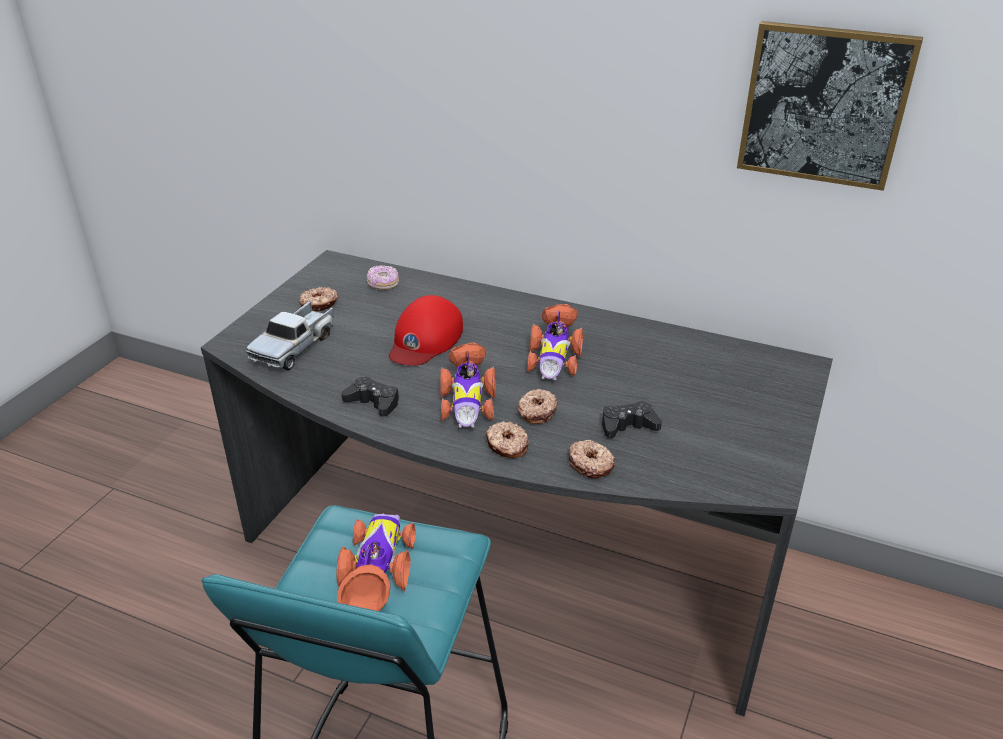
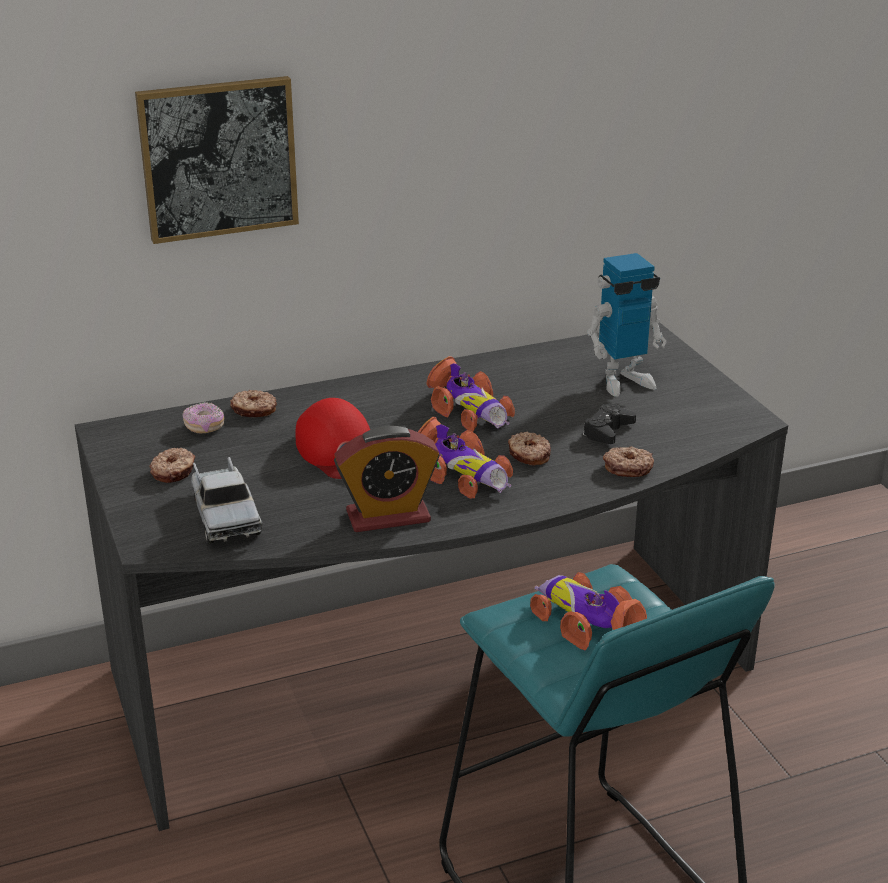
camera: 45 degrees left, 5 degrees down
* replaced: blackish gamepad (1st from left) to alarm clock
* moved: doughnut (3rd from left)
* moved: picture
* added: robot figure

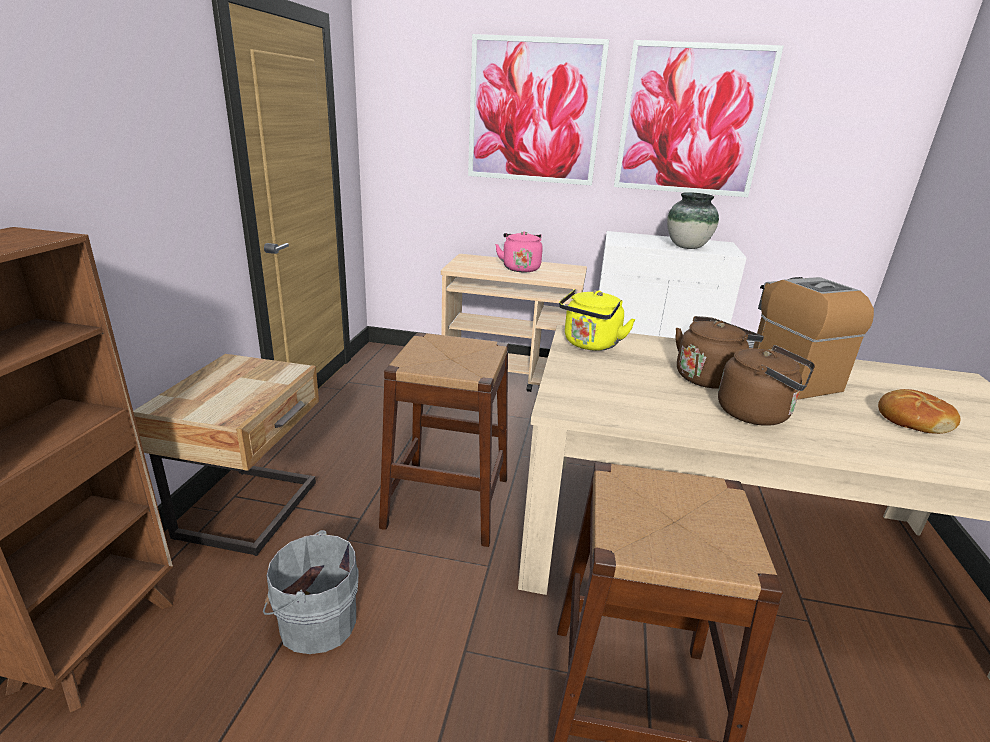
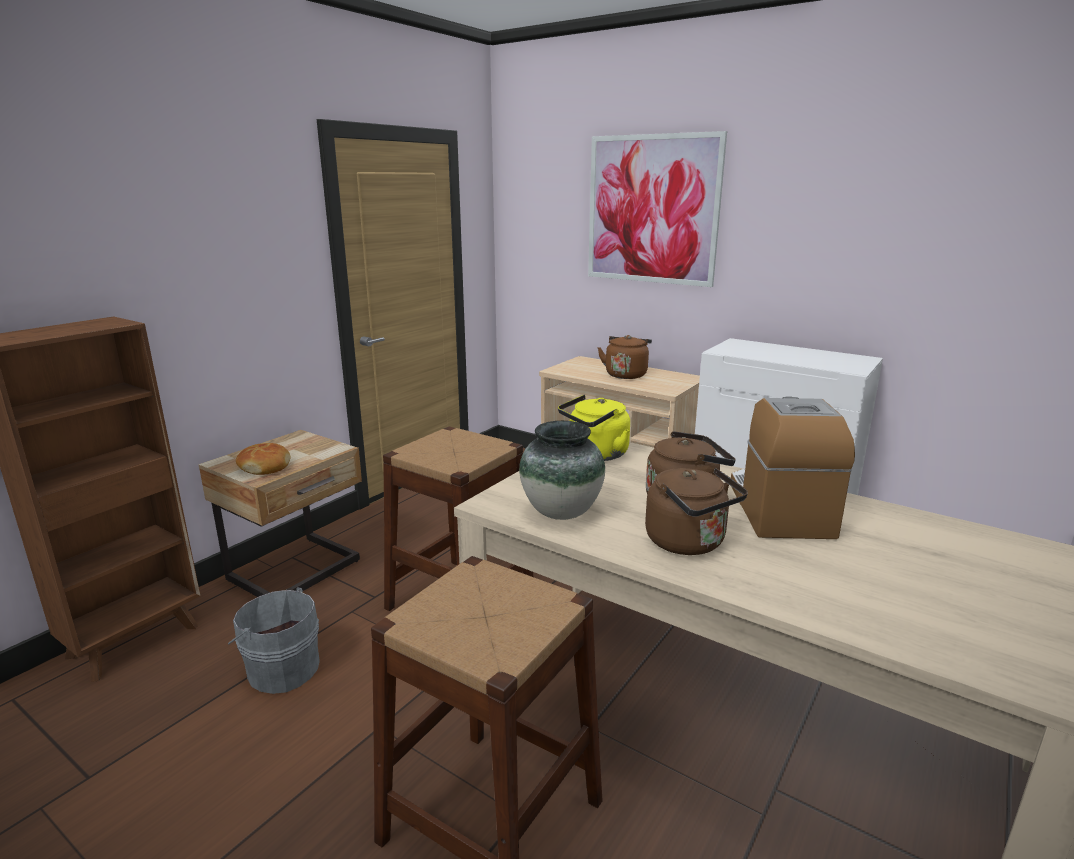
camera: 25 degrees right, 5 degrees down
* recoloured: pink water kettle to brown water kettle (1st from left)
* removed: picture (2nd from left)
* moved: decorative vase
* moved: bread

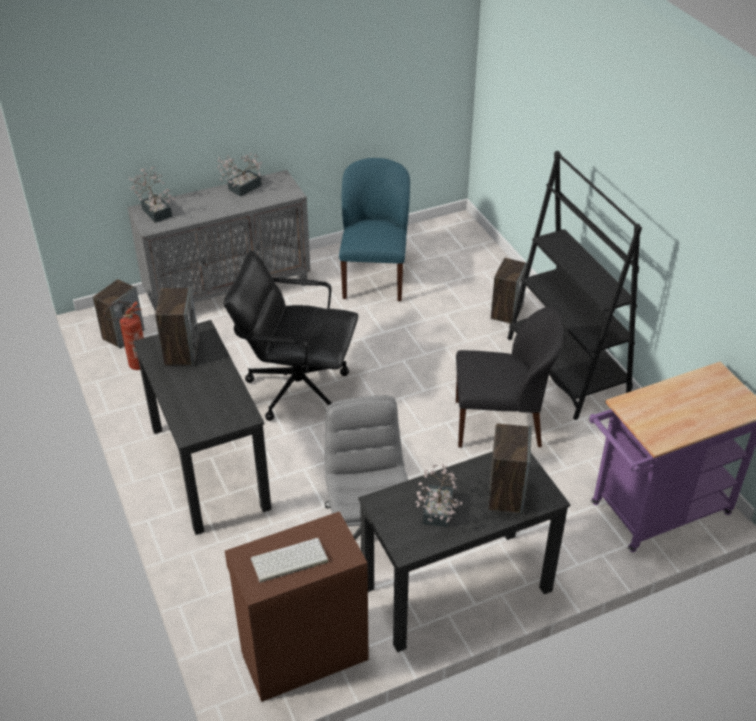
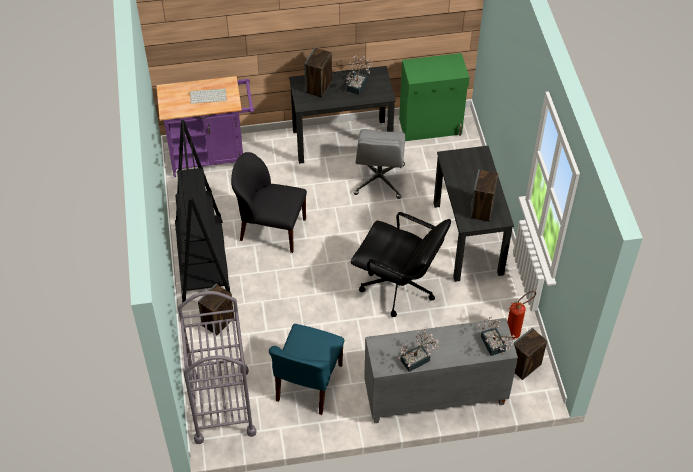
camera: 165 degrees left, 10 degrees up
* recoloured: brown cupboard to green cupboard
* moved: computer keyboard
* added: greyish trolley

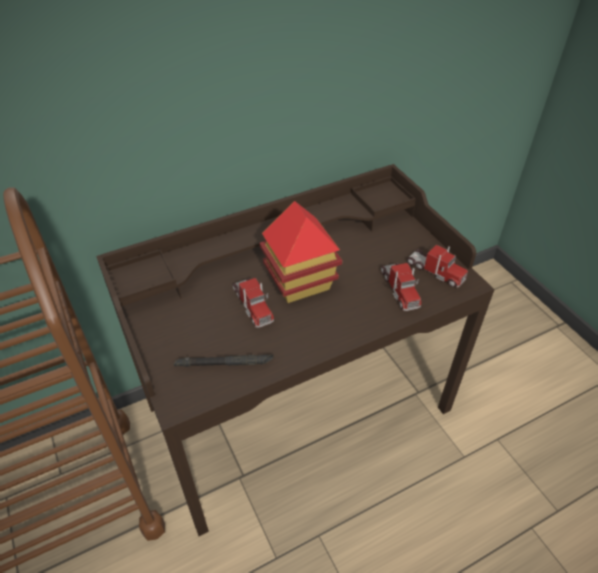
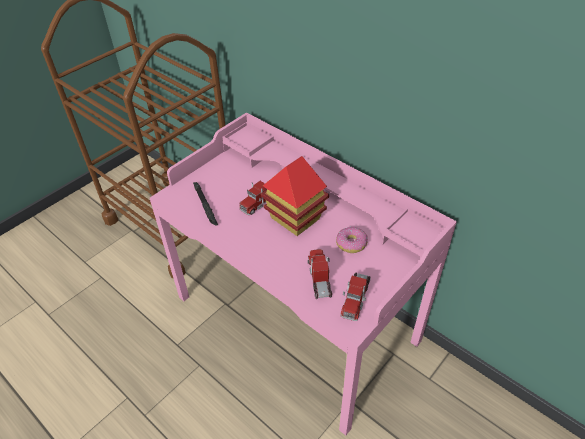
camera: 70 degrees right, 0 degrees up
* recoloured: brown desk table to pink desk table
* turned: toy lorry (2nd from left) 120 degrees clockwise
* added: doughnut

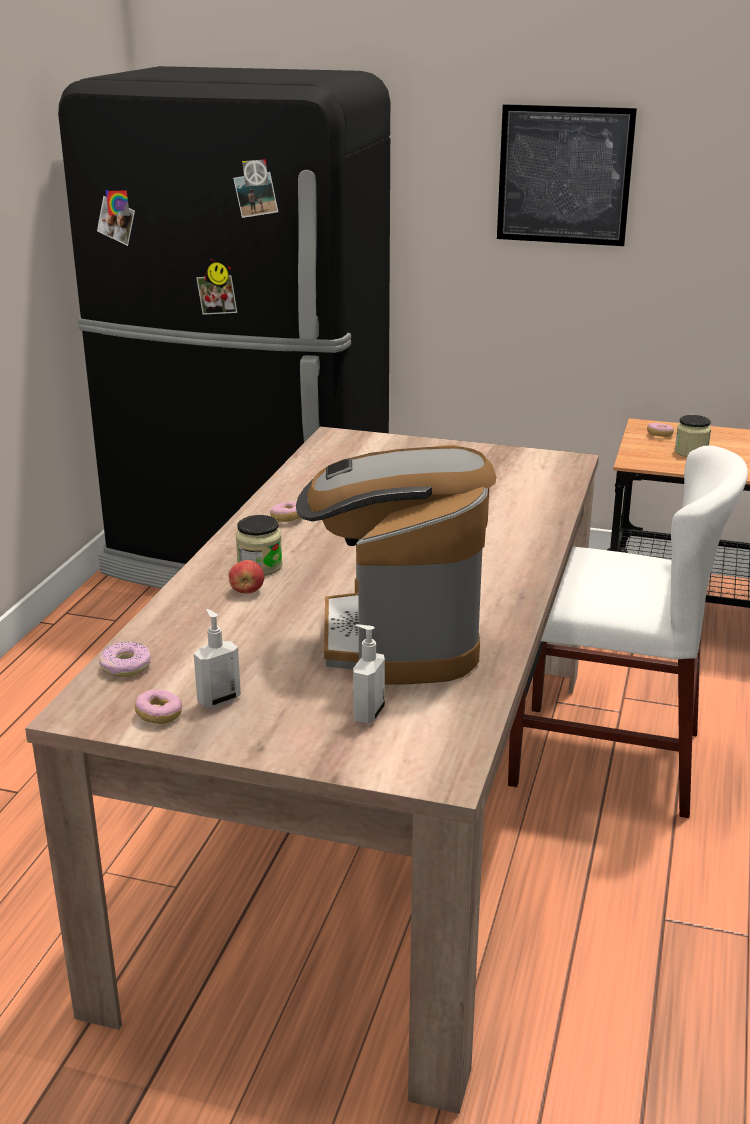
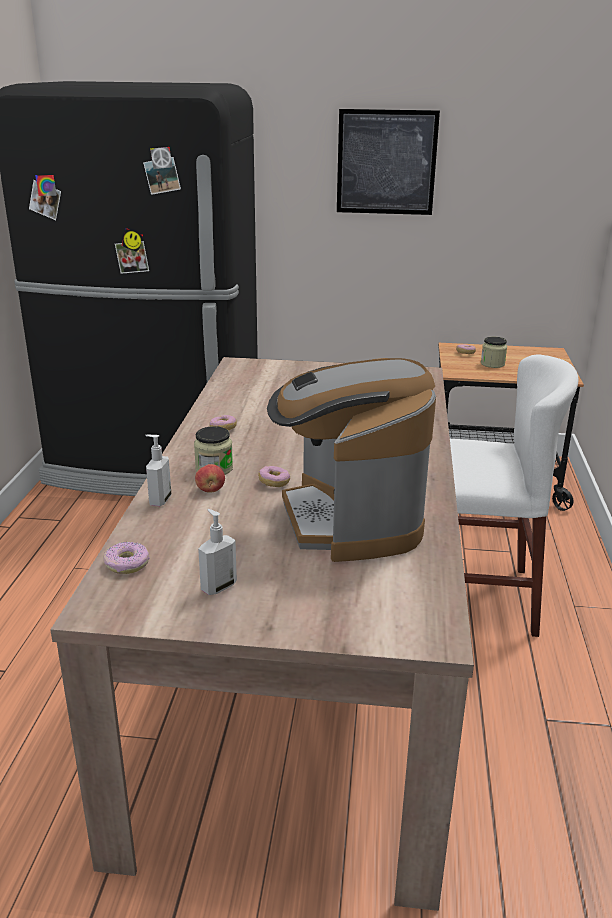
camera: 10 degrees left, 0 degrees up
* moved: doughnut (2nd from left in the first image) to doughnut (3rd from left)
* moved: soap dispenser (2nd from left in the first image) to soap dispenser (1st from left)

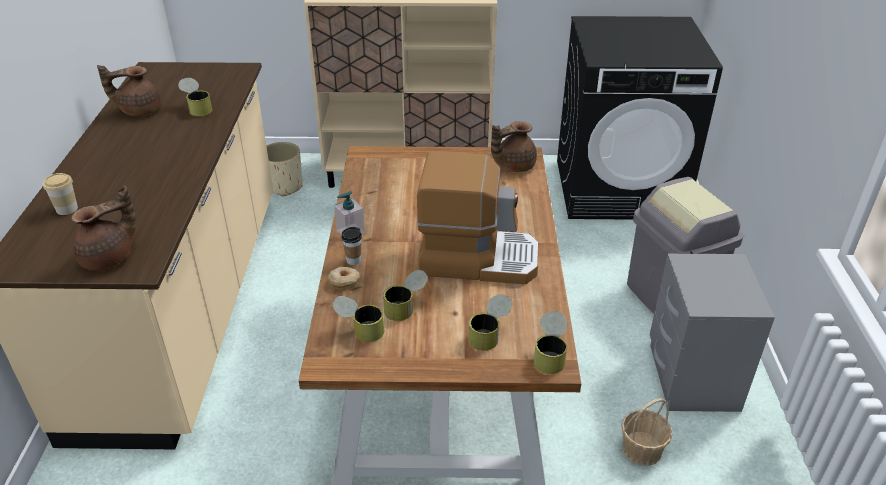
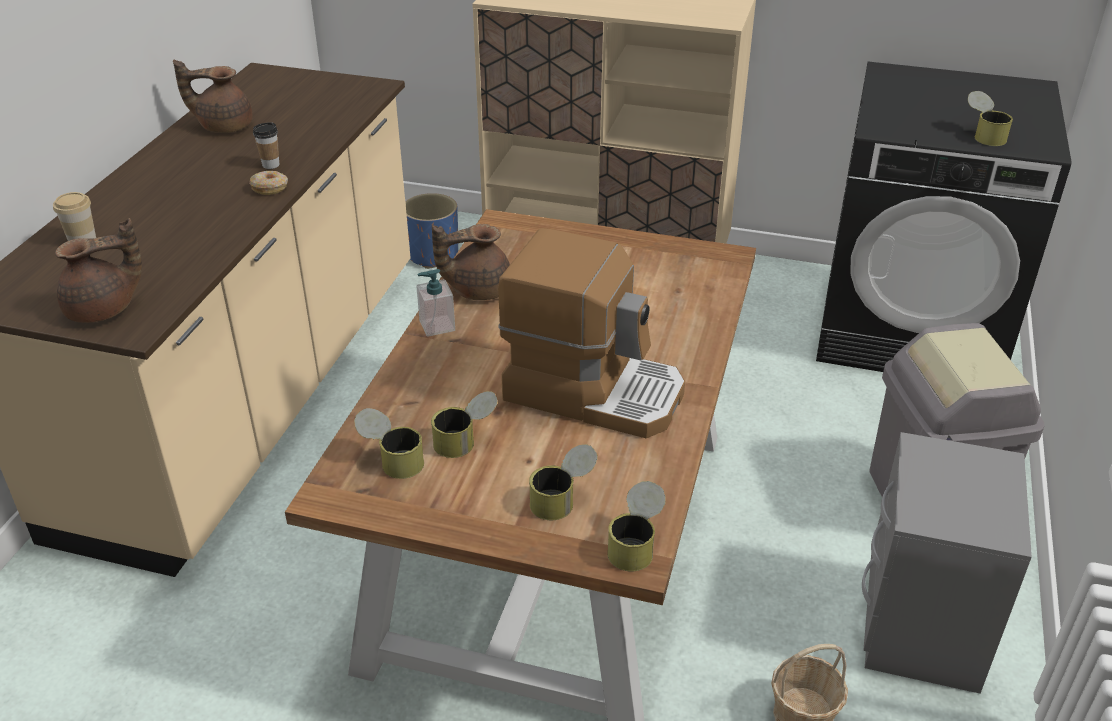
camera: 15 degrees right, 0 degrees up
* moved: metal can (1st from left in the first image) to metal can (5th from left)
* recoloured: beige planter to blue-coloured planter
* moved: doughnut
* moved: small cup (2nd from left)
* moved: brown tea pot (3rd from left)

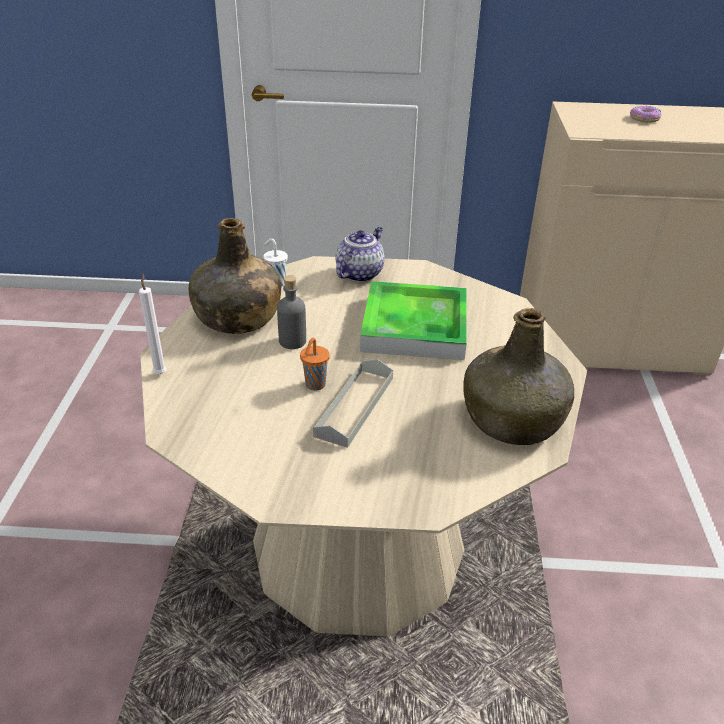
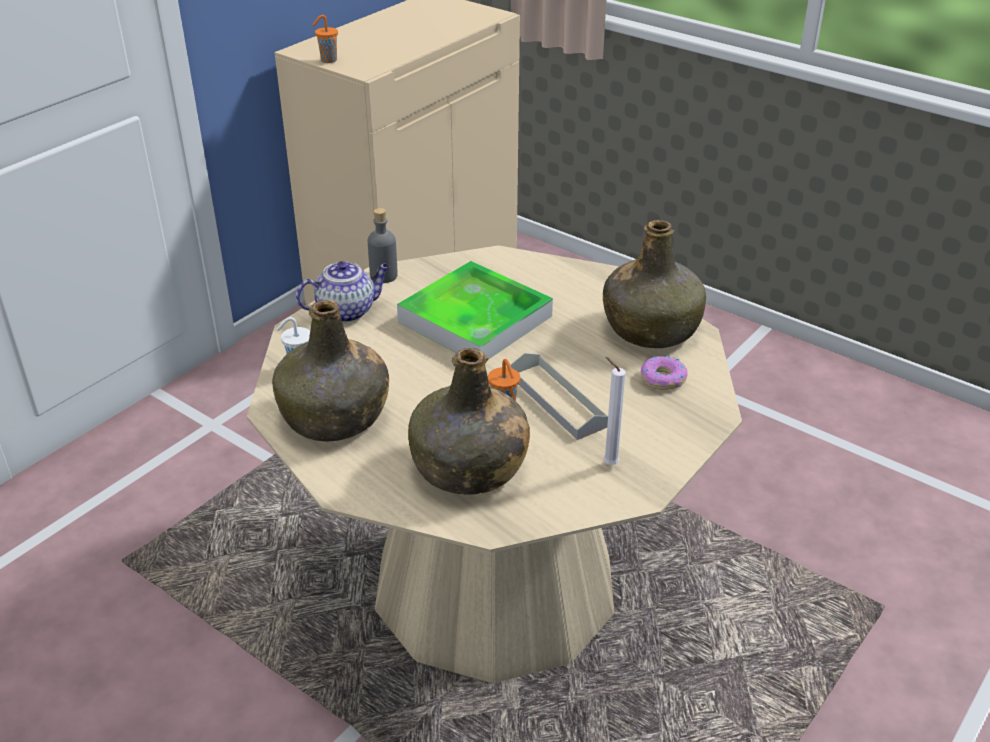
camera: 55 degrees left, 0 degrees up
* moved: whitish wax light
* moved: greyish bottle
* turned: tea pot 90 degrees clockwise
* moved: doughnut
* added: orange small cup (1st from left)
* added: green bottle (2nd from left)

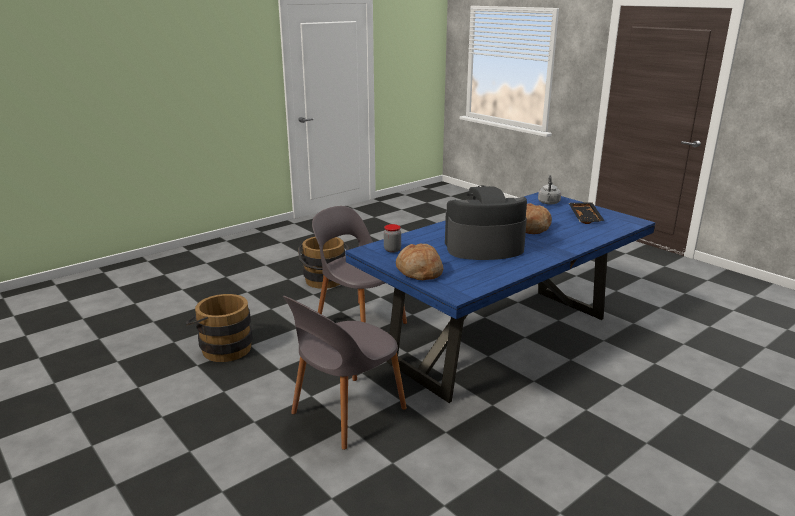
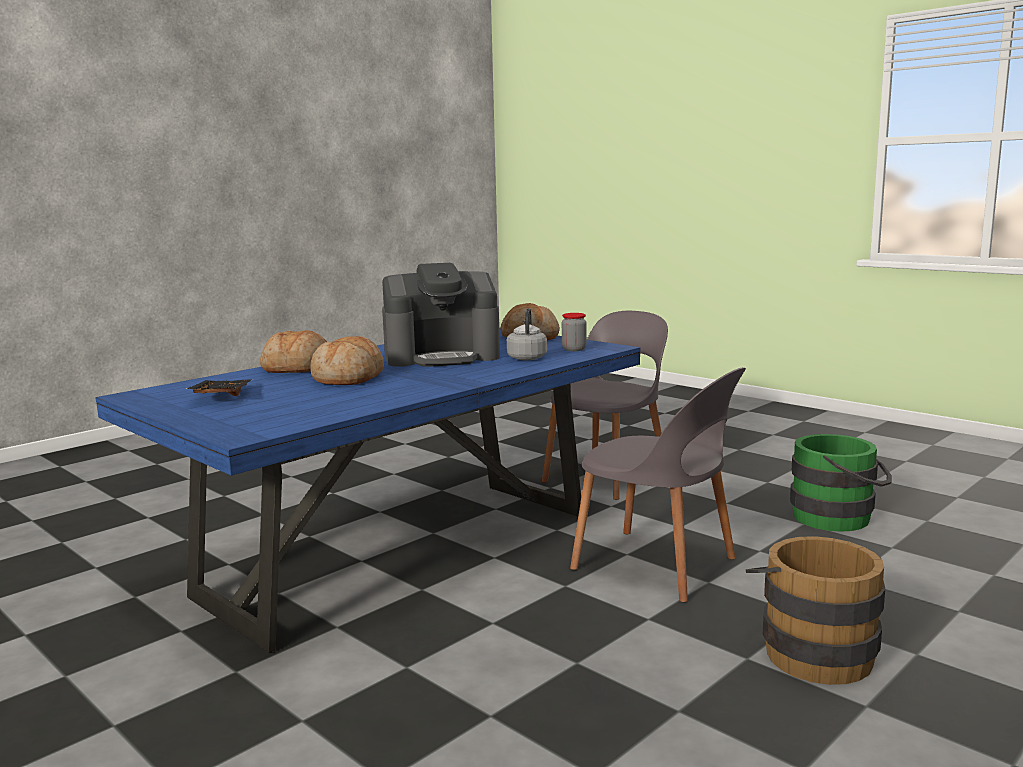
camera: 175 degrees right, 10 degrees down
* recoloured: brown pail (1st from left) to green pail
* moved: greyish water kettle
* added: bread (1st from left)

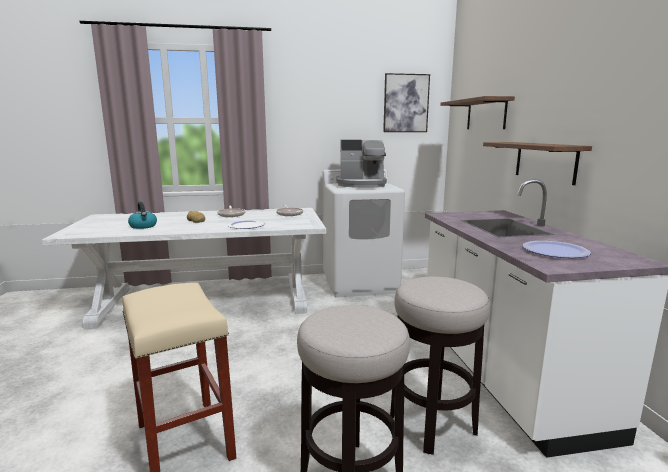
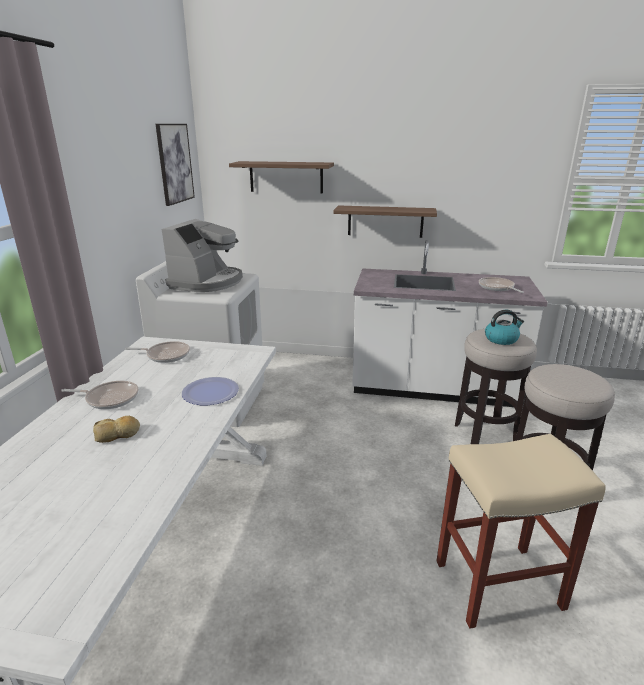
camera: 70 degrees left, 10 degrees up
* moved: water kettle
* replaced: flat dish (2nd from left) to frying pan (3rd from left)

